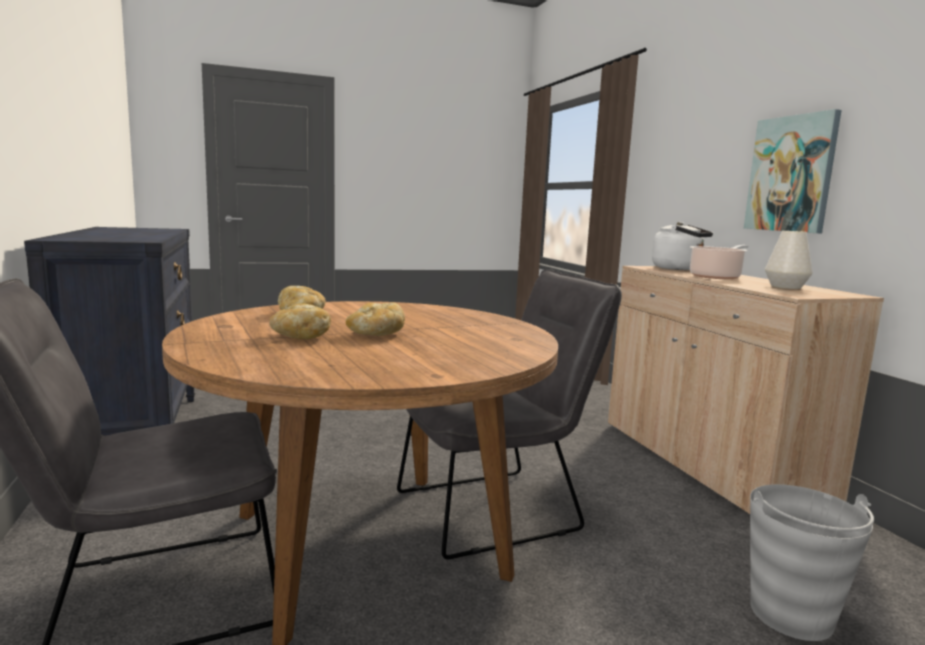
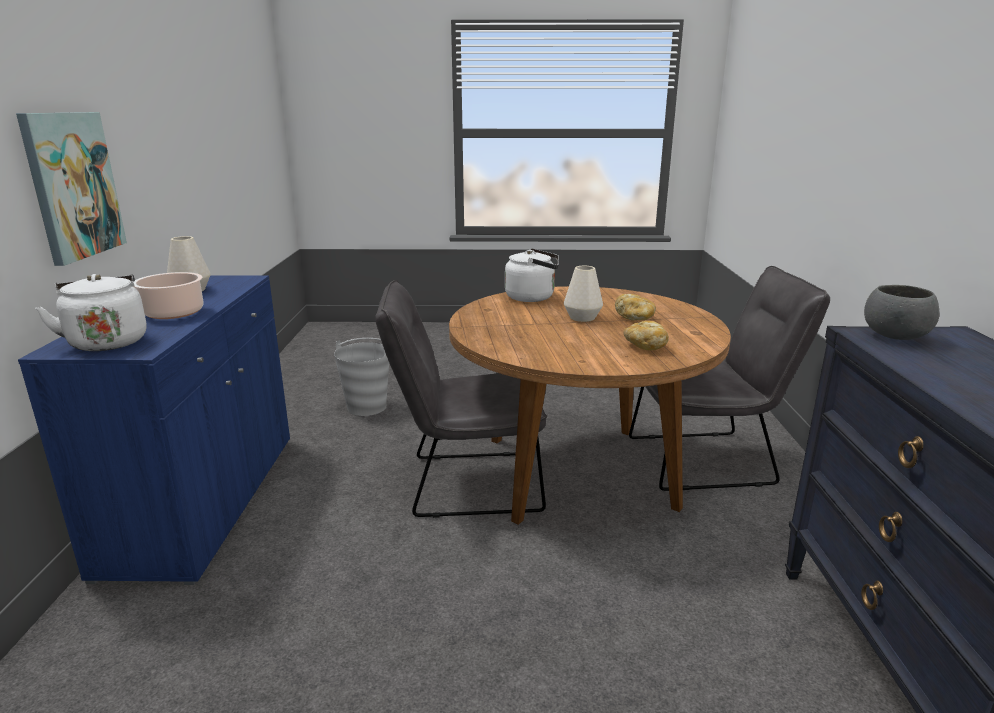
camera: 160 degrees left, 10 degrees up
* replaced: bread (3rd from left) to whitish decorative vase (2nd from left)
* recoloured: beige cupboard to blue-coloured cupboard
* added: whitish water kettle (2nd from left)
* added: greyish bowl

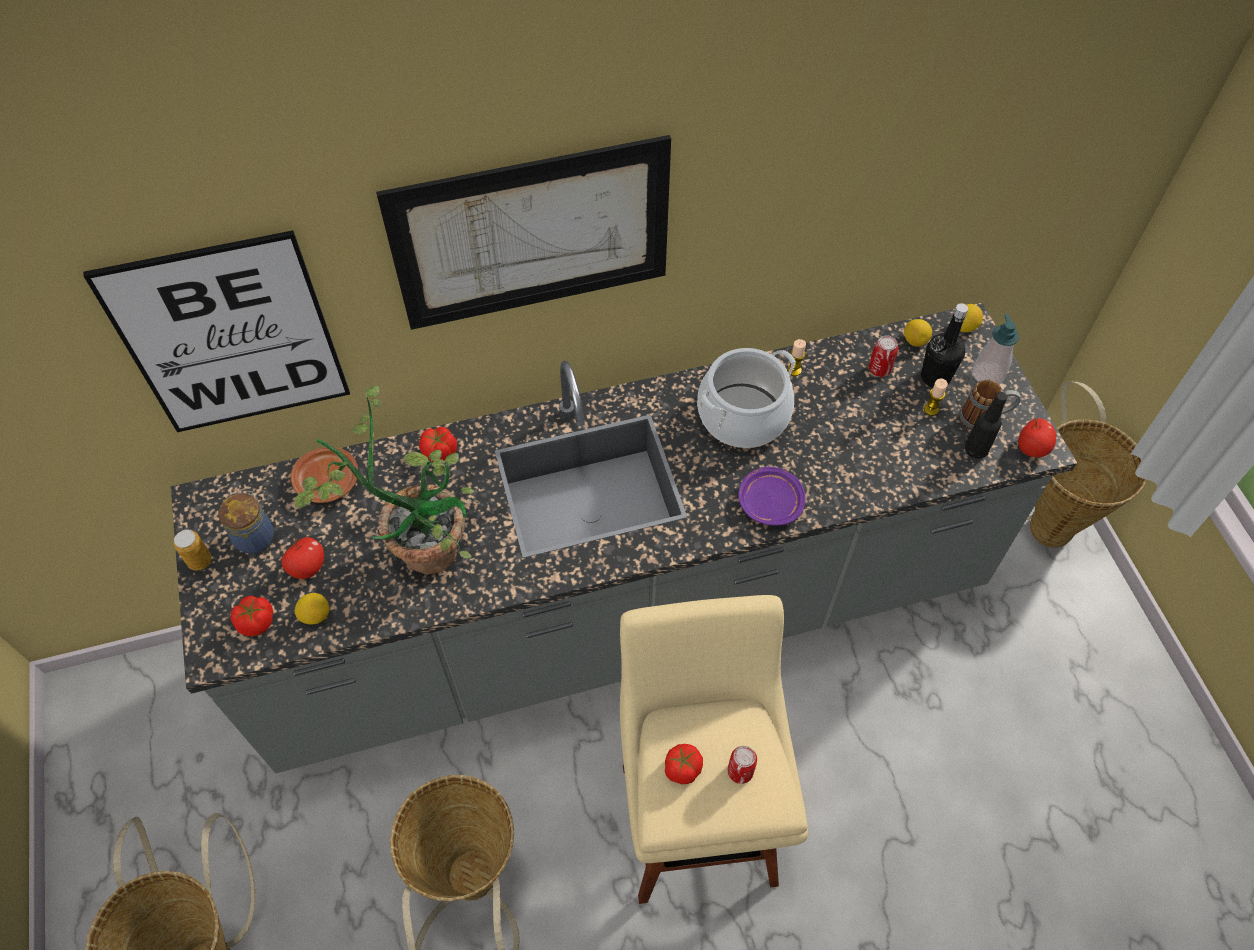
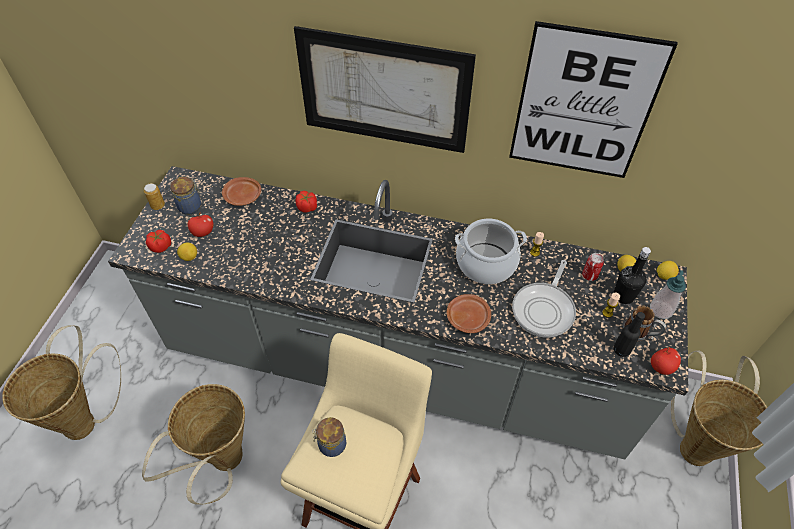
camera: 30 degrees right, 5 degrees down
* moved: picture (1st from left in the first image) to picture (2nd from left)
* removed: potted plant
* replaced: whole tomato (3rd from left) to preserve jar (2nd from left)
* removed: metal can (2nd from left)
* recoloured: purplish flat dish to brown flat dish (2nd from left)
* added: frying pan

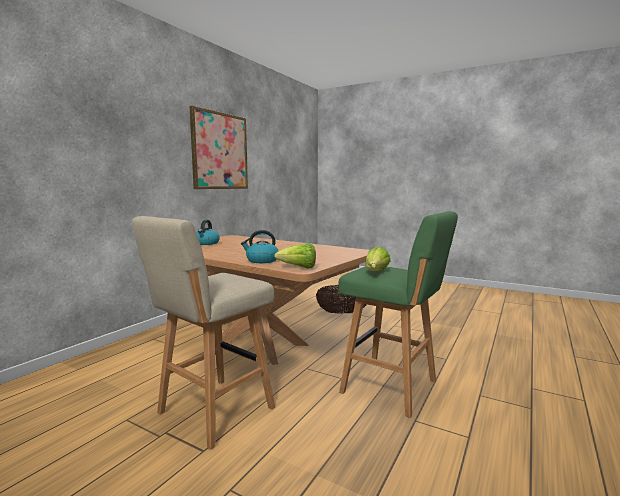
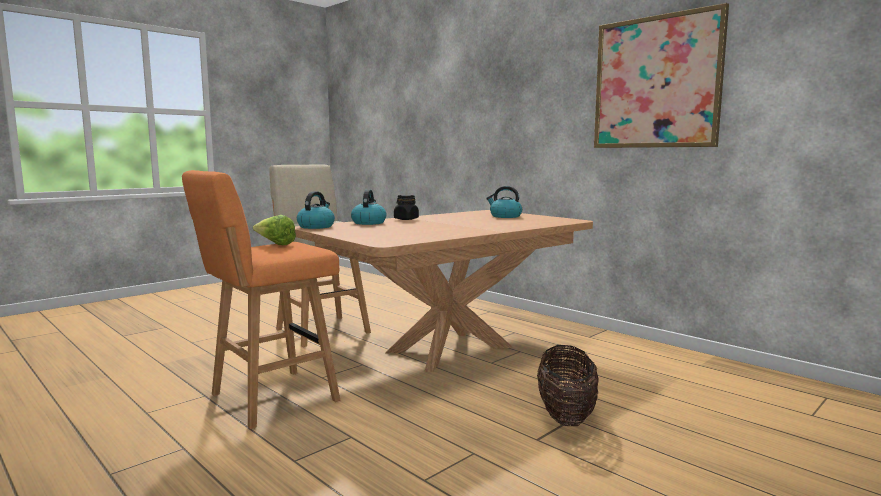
camera: 105 degrees right, 0 degrees up
* replaced: head of lettuce (1st from left) to water kettle (1st from left)
* recoloured: green sitting stool to orange sitting stool
* added: blackish preserve jar

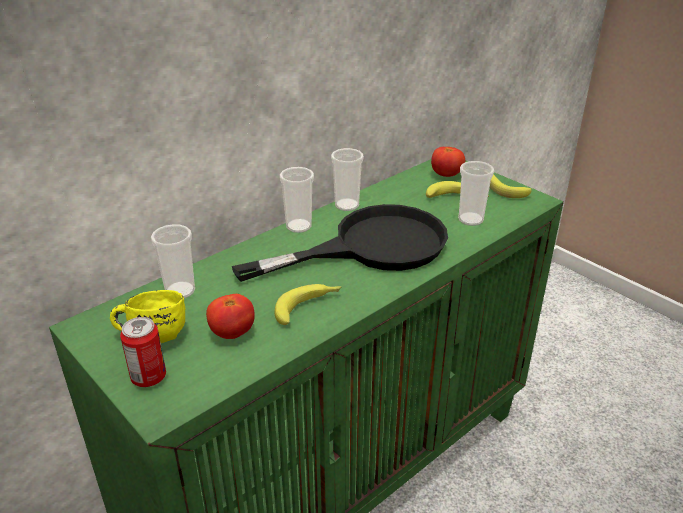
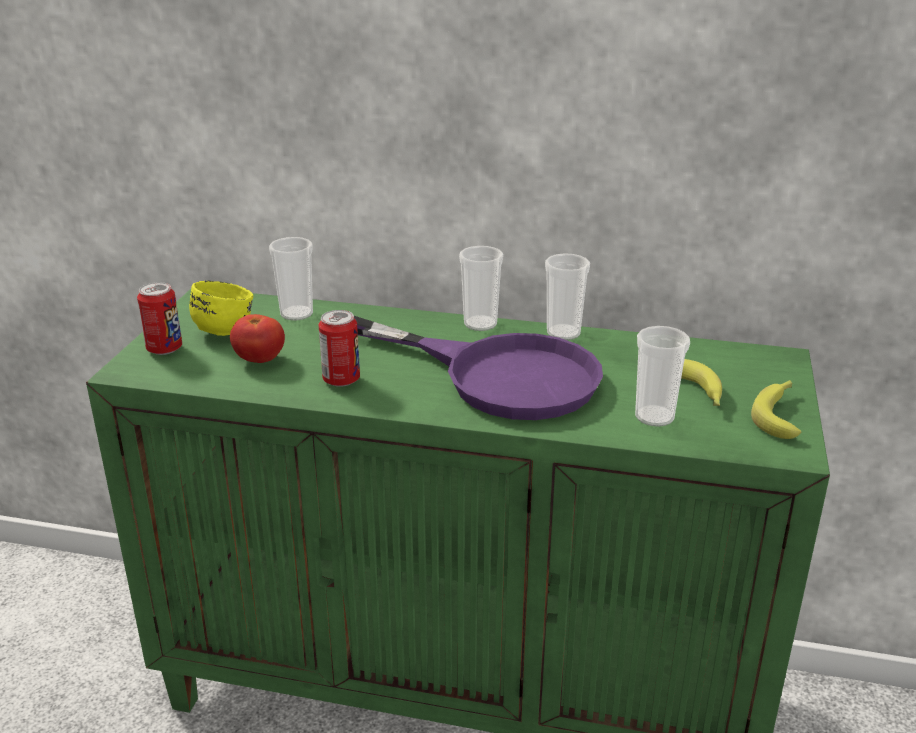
camera: 55 degrees right, 5 degrees down
* recoloured: blackish frying pan to purplish frying pan
* replaced: banana fruit (1st from left) to metal can (2nd from left)
* removed: whole tomato (2nd from left)

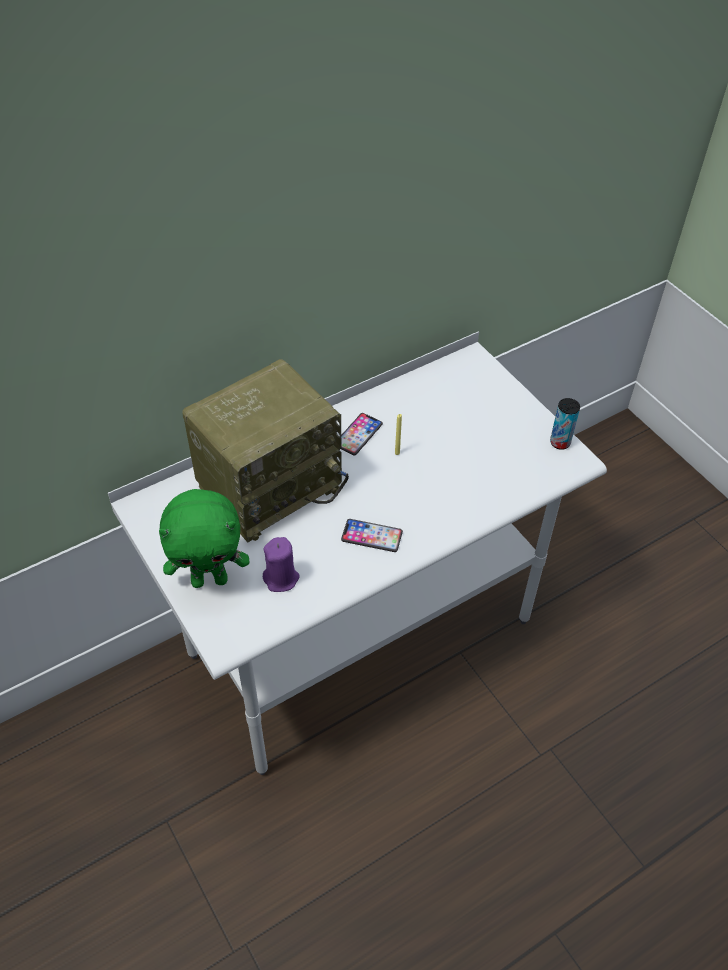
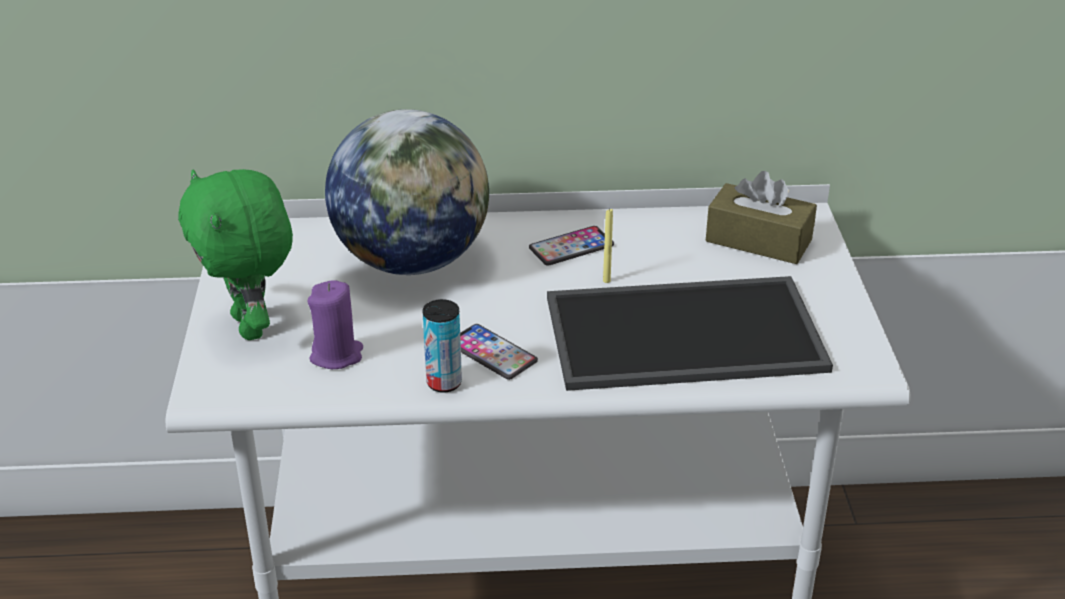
camera: 30 degrees right, 15 degrees down
* turned: green cuddly toy 45 degrees clockwise
* replaced: radio set to globe
* moved: metal can
* added: serving tray
* added: brown box of tissues

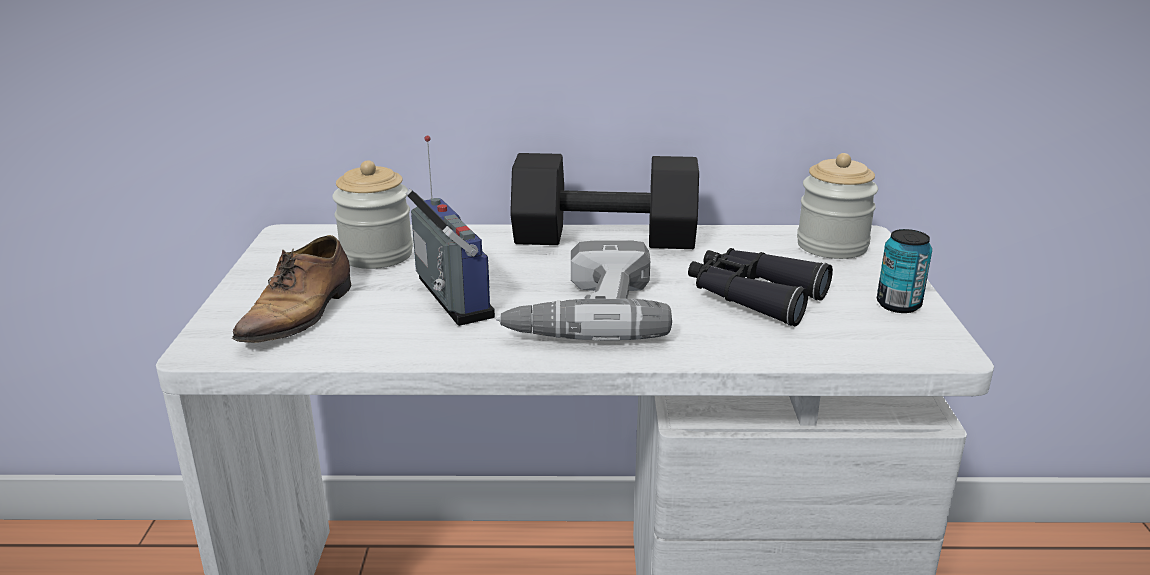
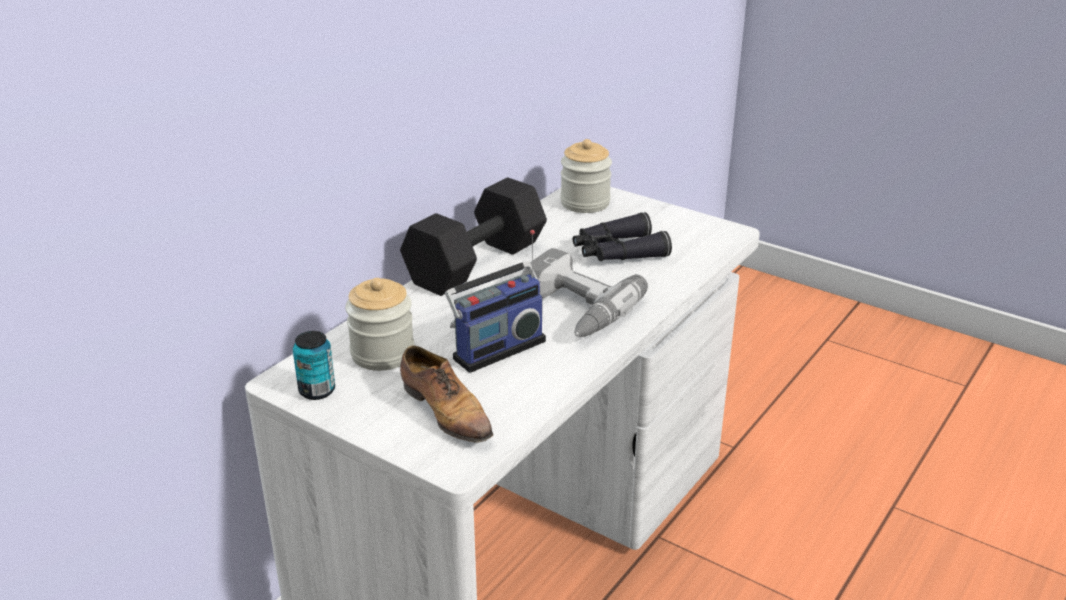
camera: 55 degrees left, 5 degrees up
* turned: radio set 135 degrees clockwise
* moved: metal can

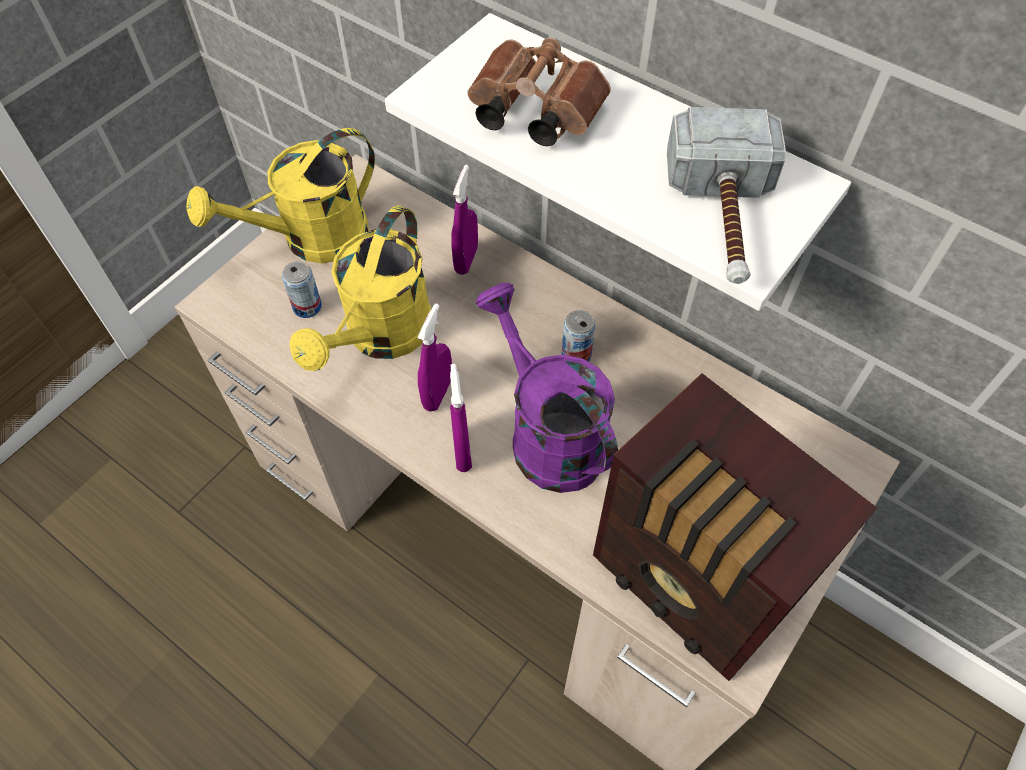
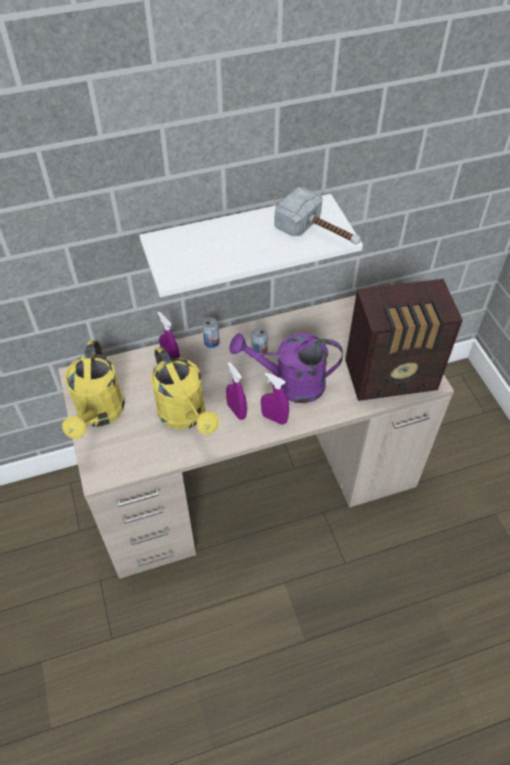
camera: 55 degrees left, 5 degrees down
* moved: metal can (1st from left)
* removed: brown field glasses

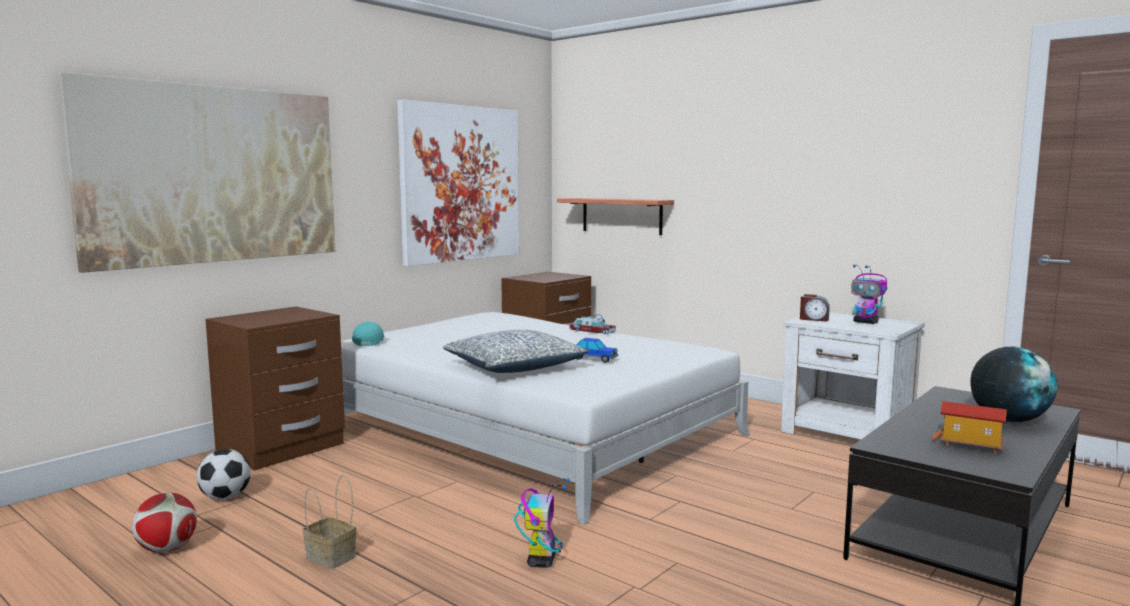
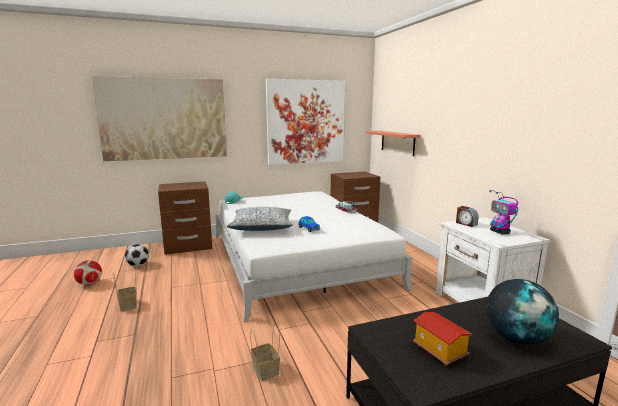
camera: 30 degrees right, 5 degrees up
* removed: robot figure (1st from left)
* added: basket (2nd from left)

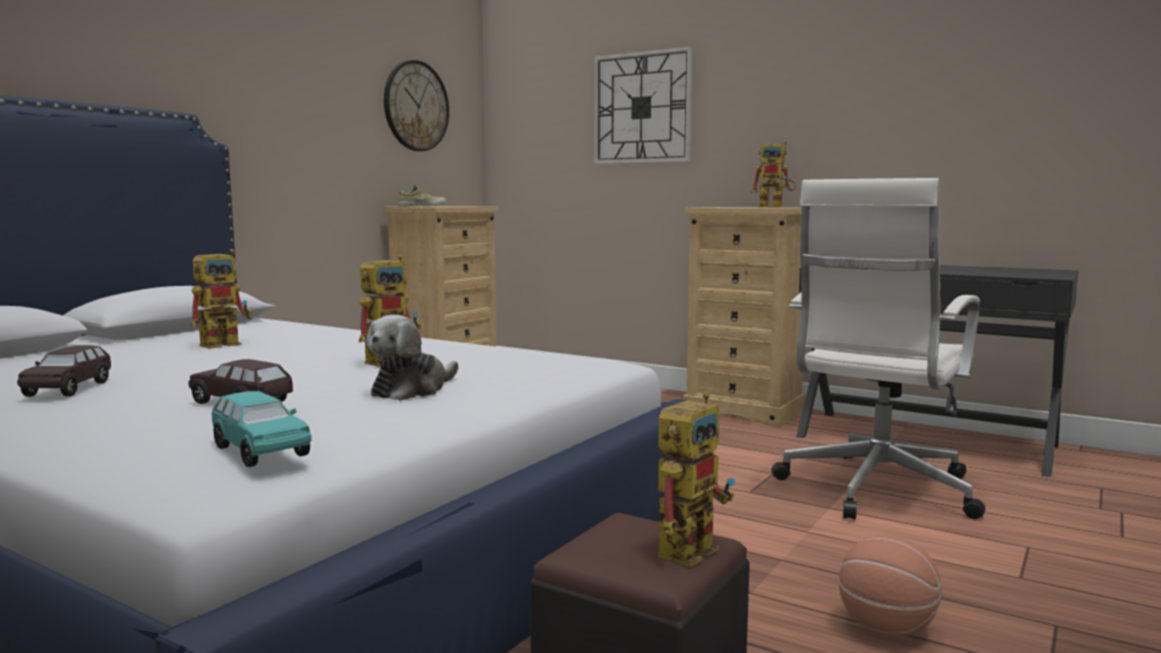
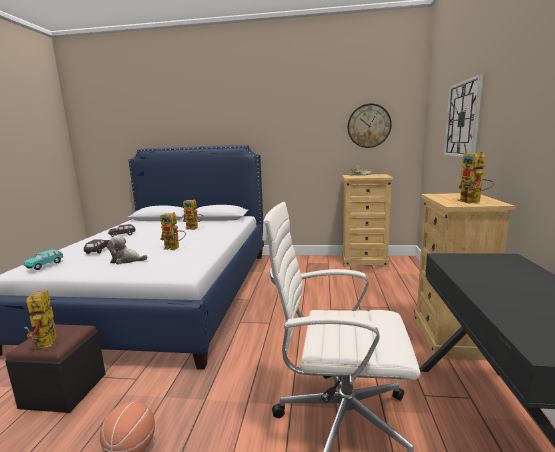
camera: 65 degrees right, 5 degrees up
* turned: robot figure (3rd from left in the first image) 60 degrees clockwise

